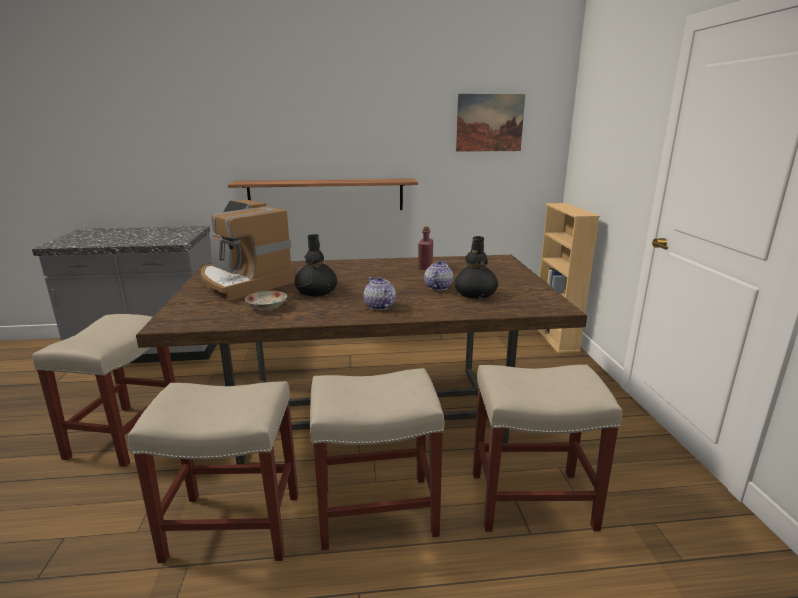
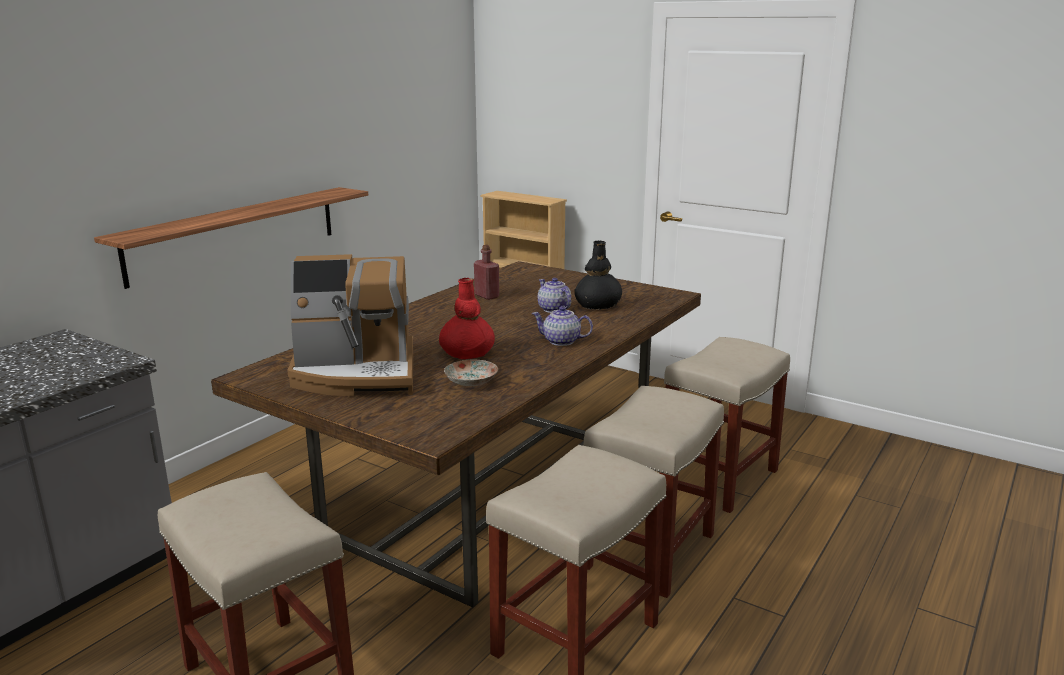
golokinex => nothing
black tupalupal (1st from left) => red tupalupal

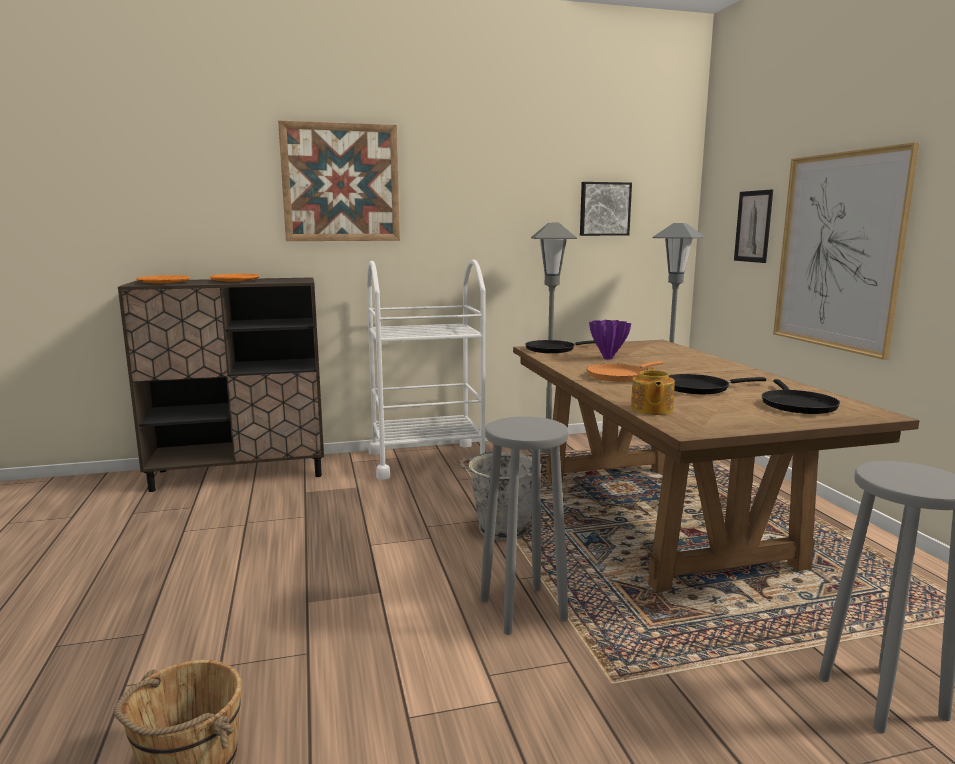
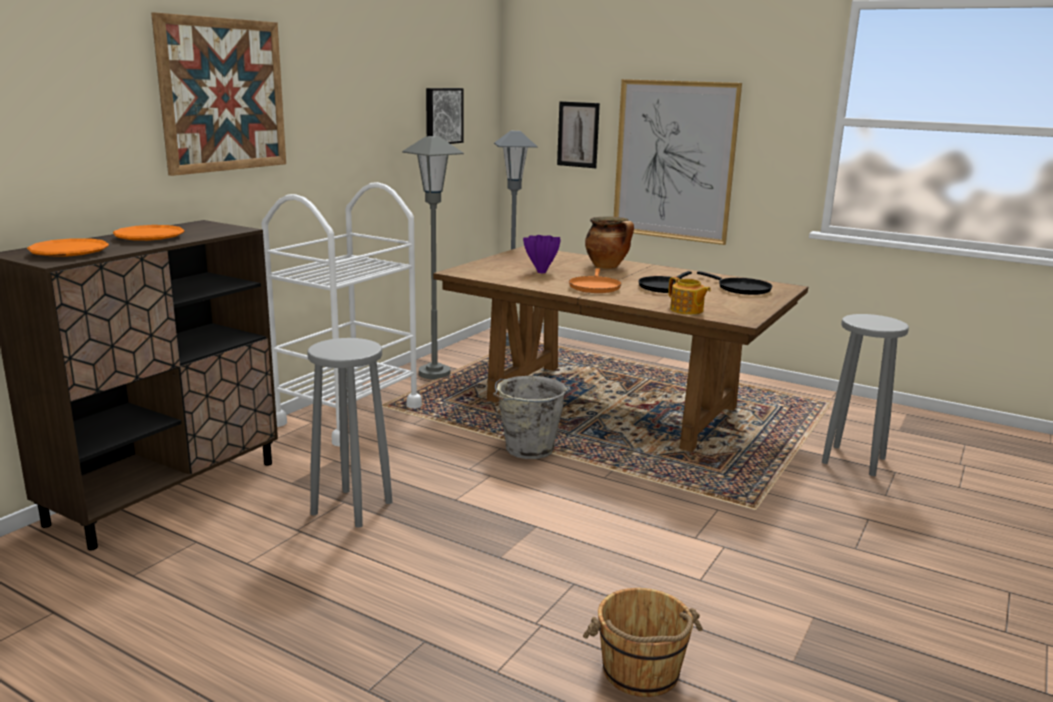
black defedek (1st from left) => nothing
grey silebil (1st from left), moved
nothing => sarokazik

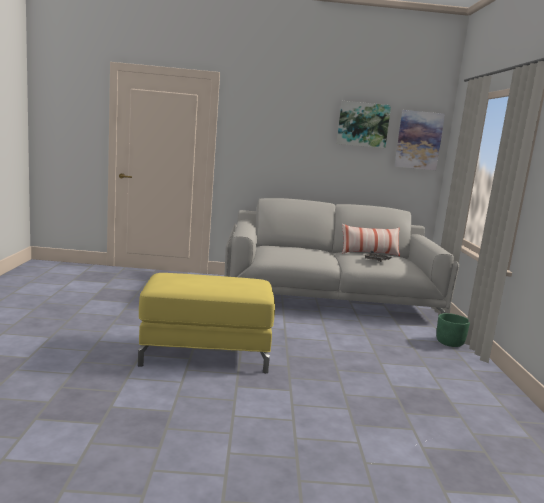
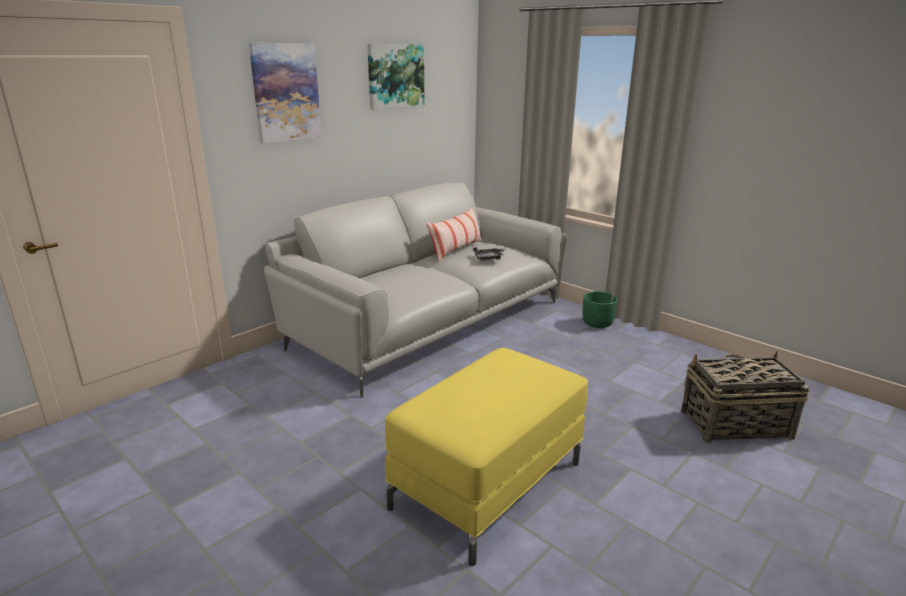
golokinex (2nd from left in the first image) => golokinex (1st from left), moved
nothing => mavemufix

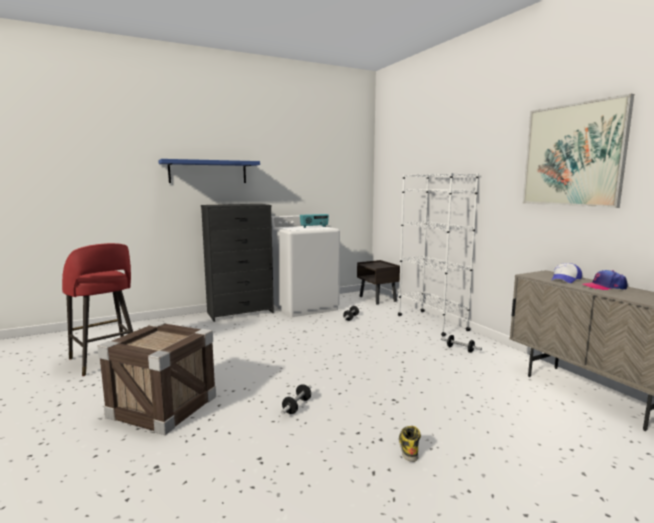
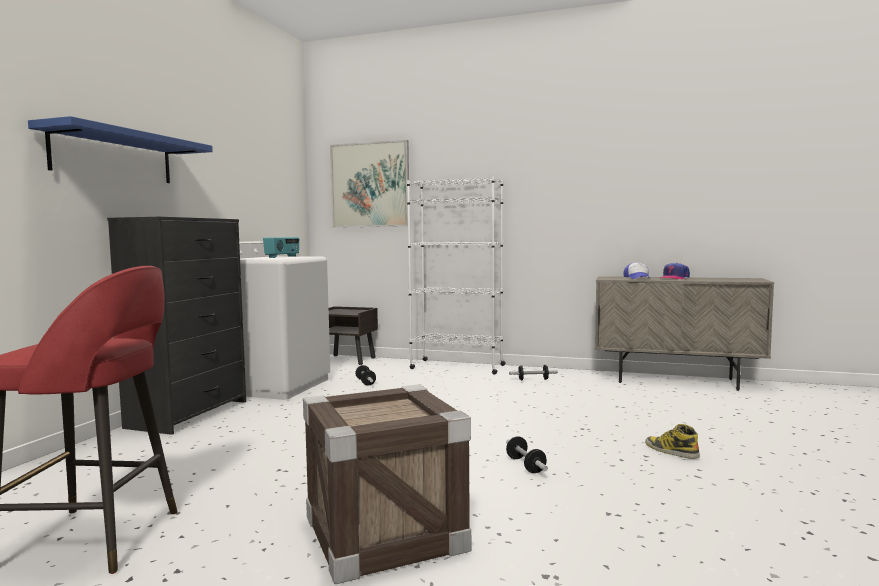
golokinex, moved

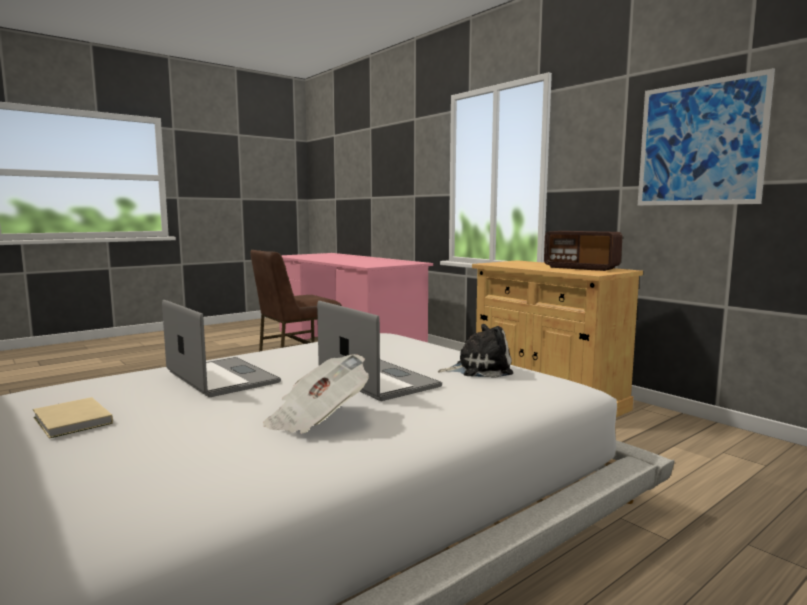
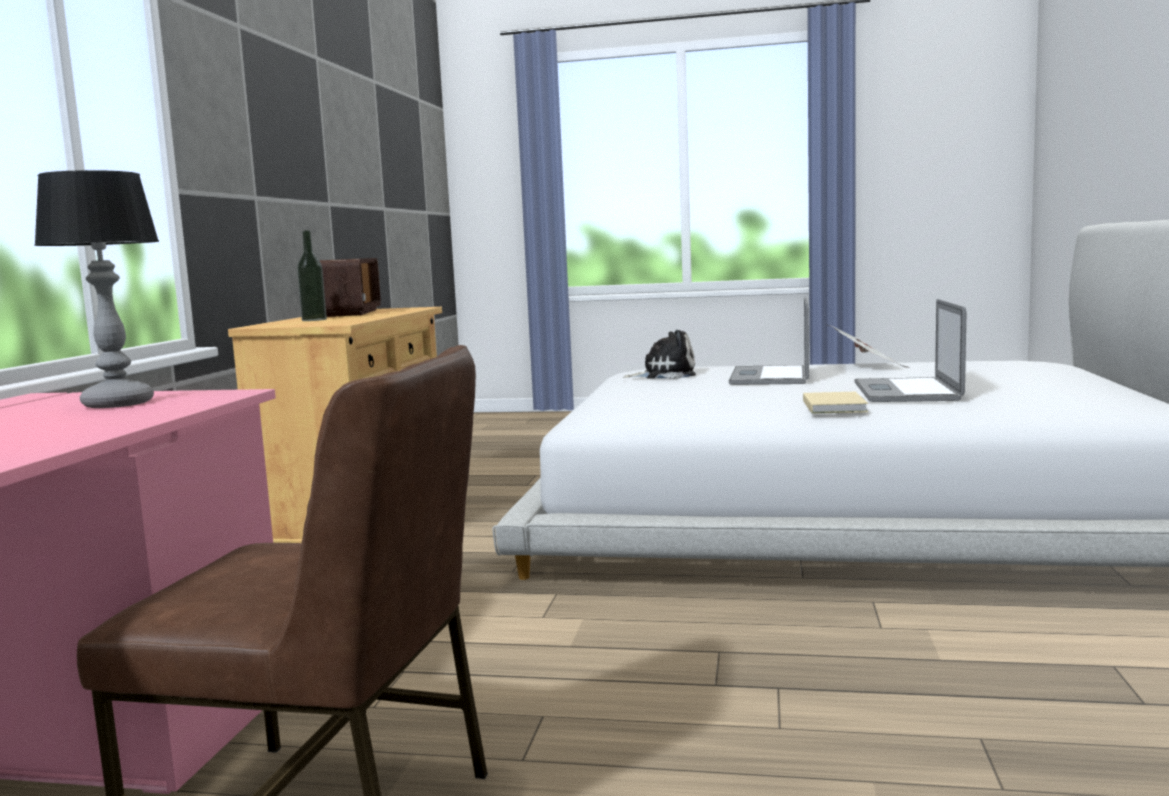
golokinex => nothing
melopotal, 135 degrees clockwise
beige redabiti, moved
nothing => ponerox
nothing => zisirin

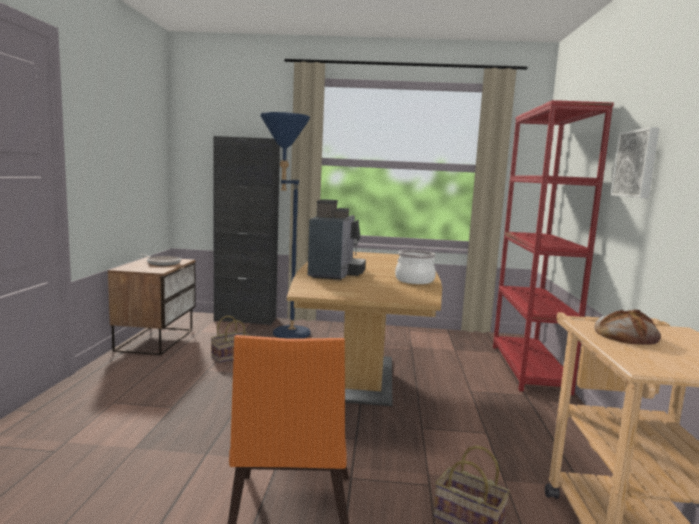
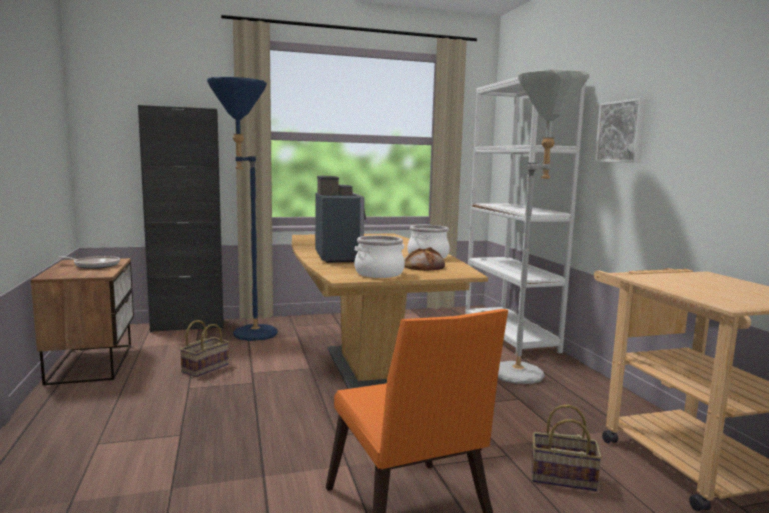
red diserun => white diserun
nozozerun, moved
nothing => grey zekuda
nothing => sarokazik (1st from left)

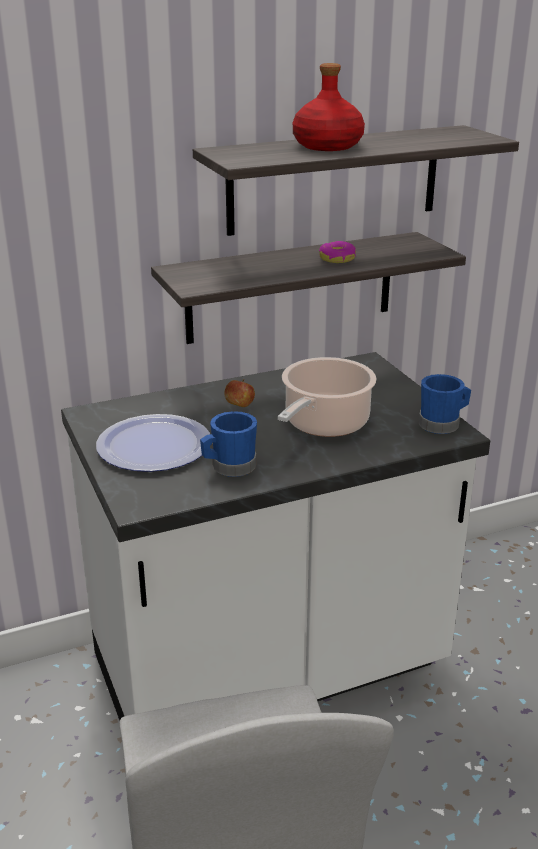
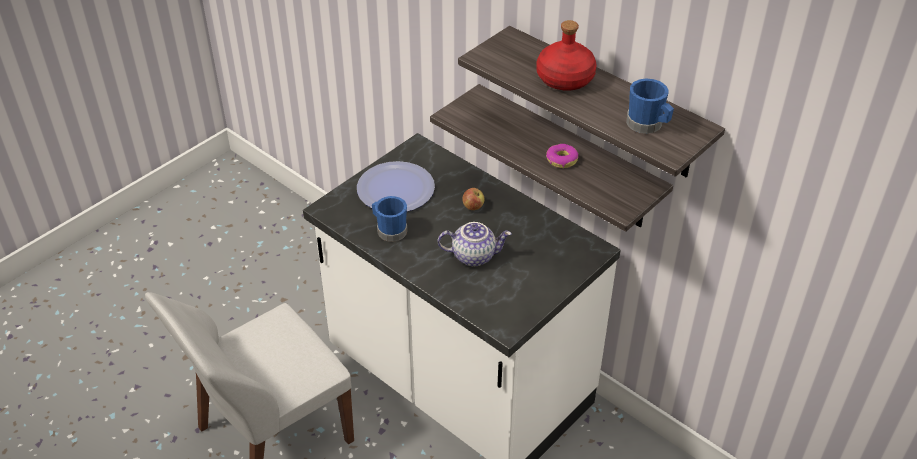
sarokazik => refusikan
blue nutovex (2nd from left), moved

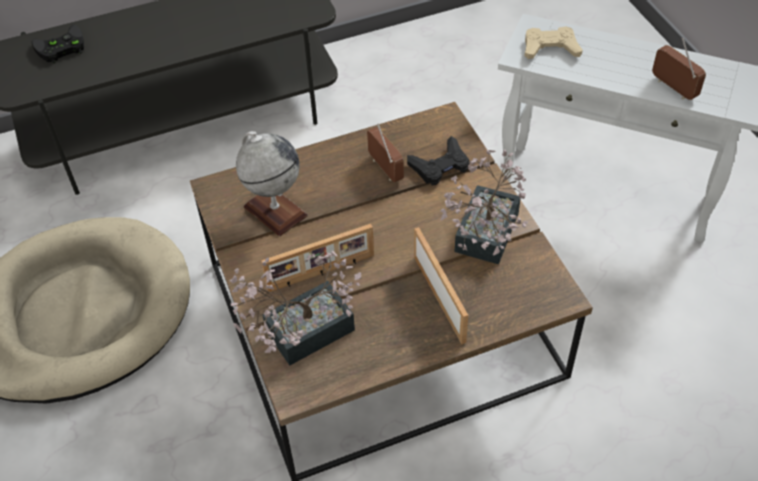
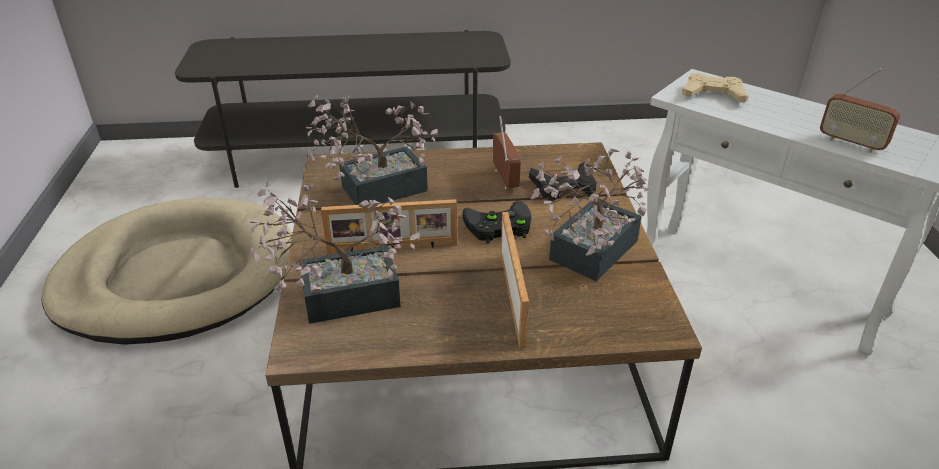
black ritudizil (1st from left), moved
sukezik (2nd from left), 150 degrees clockwise
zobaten => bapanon (2nd from left)

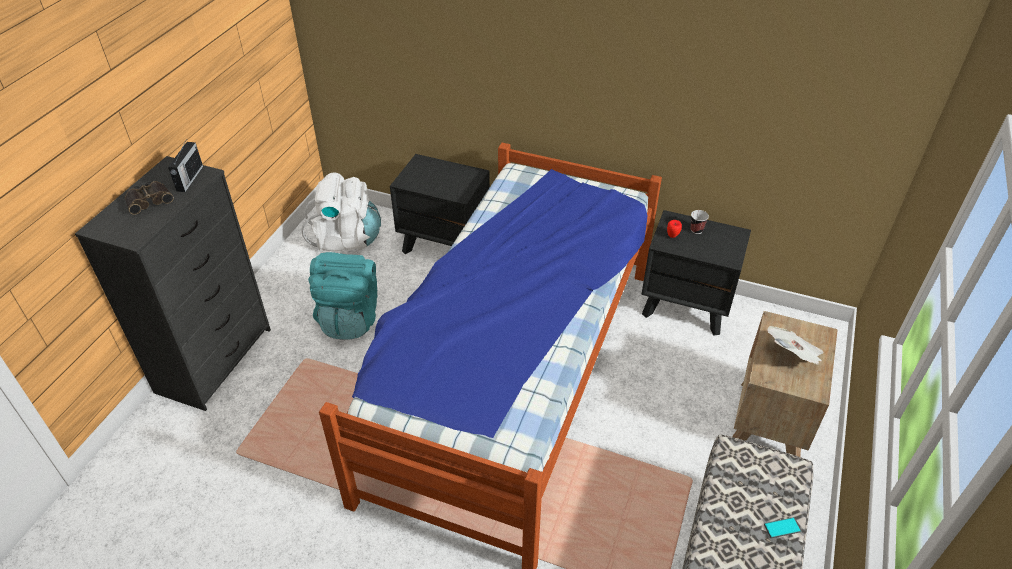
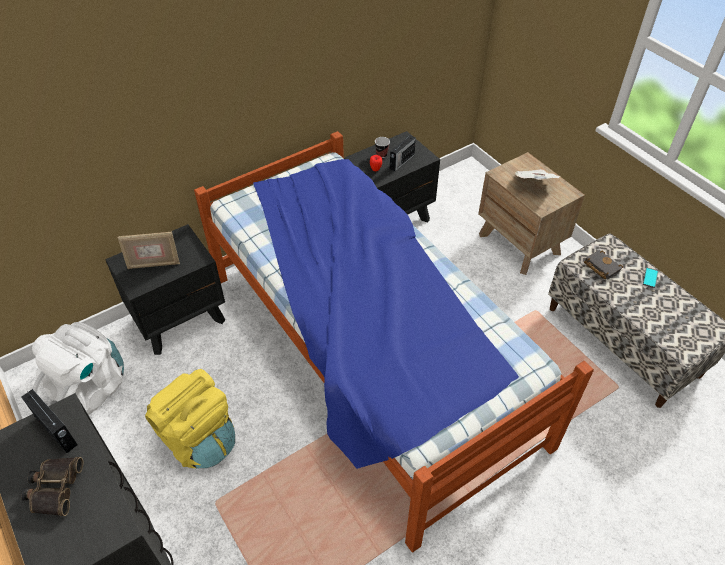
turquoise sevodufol => yellow sevodufol
nothing => sukezik (2nd from left)
nothing => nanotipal
nothing => black redabiti

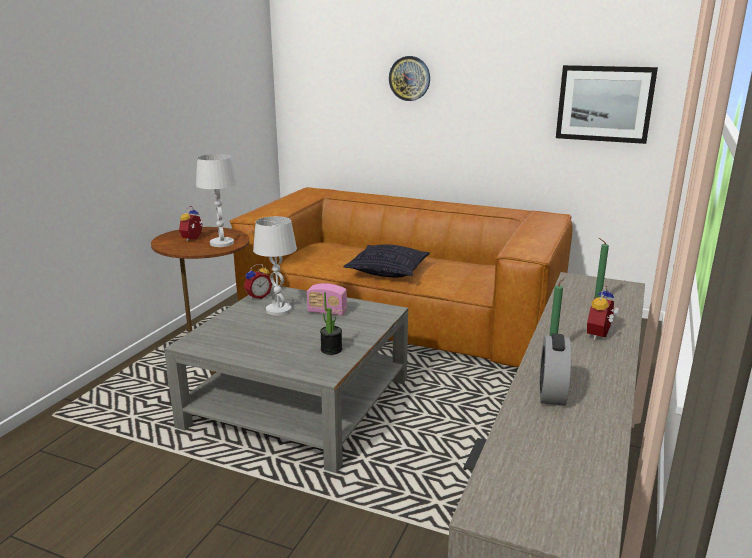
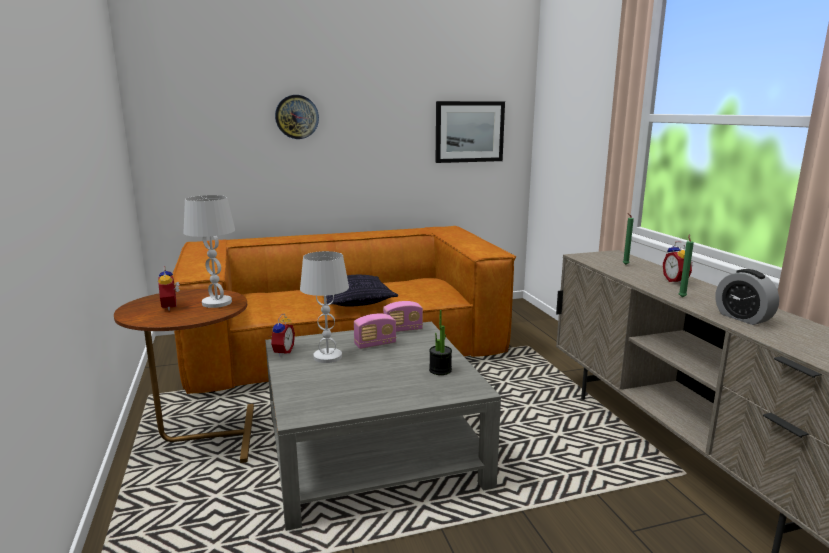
nothing => sukezik (2nd from left)

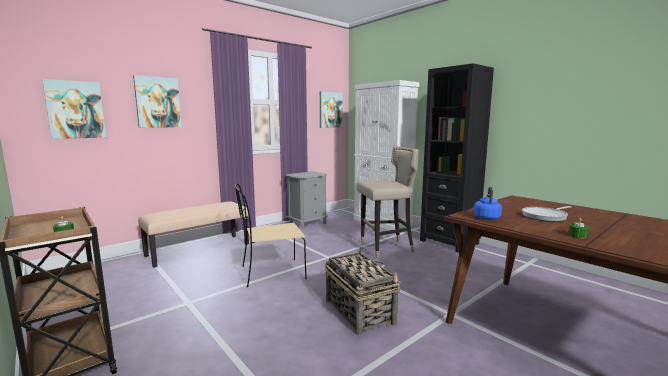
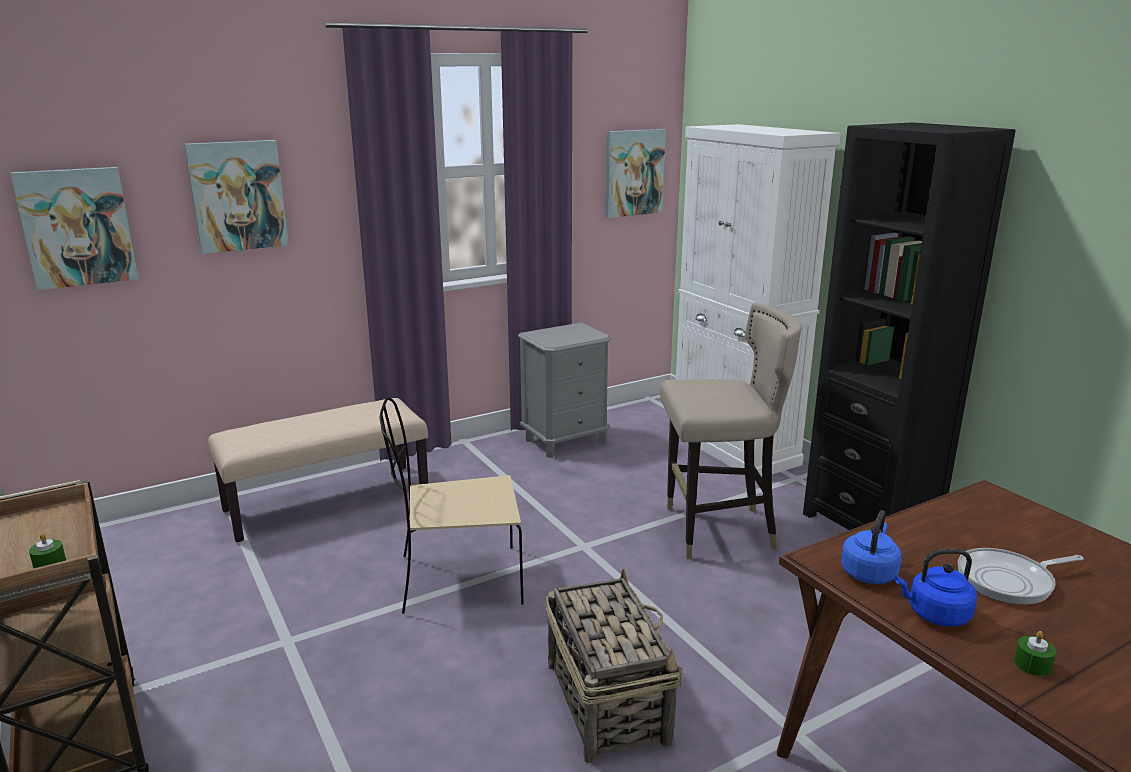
nothing => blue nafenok (2nd from left)

